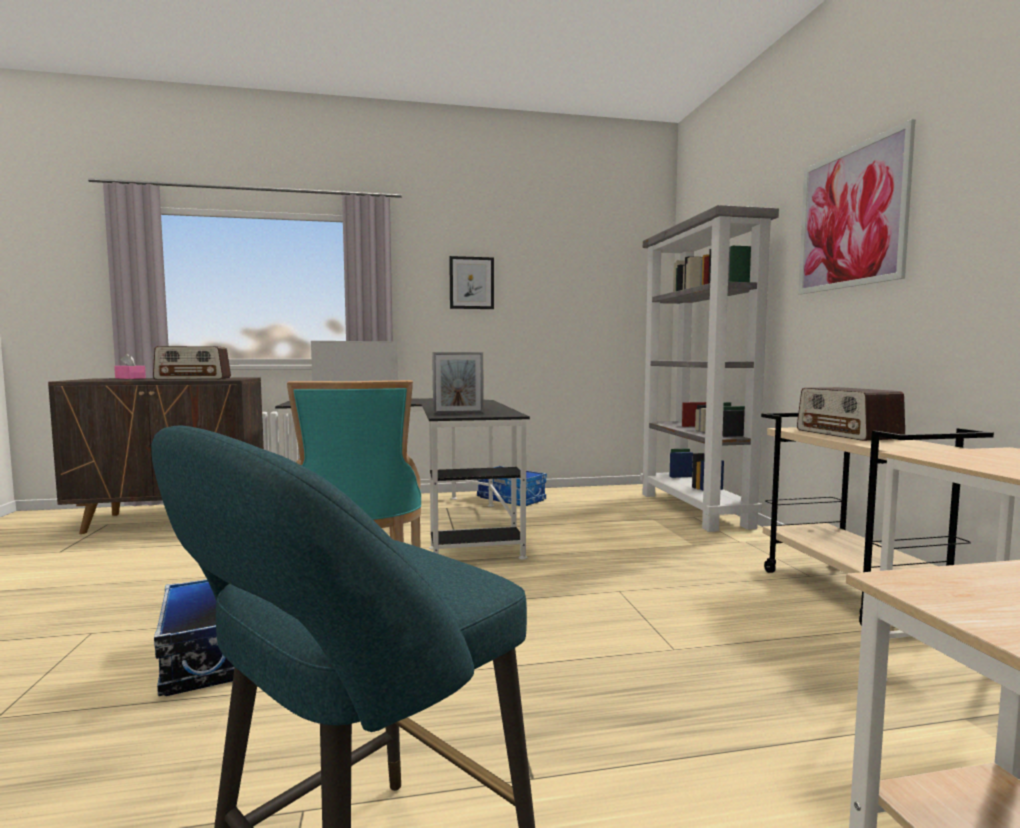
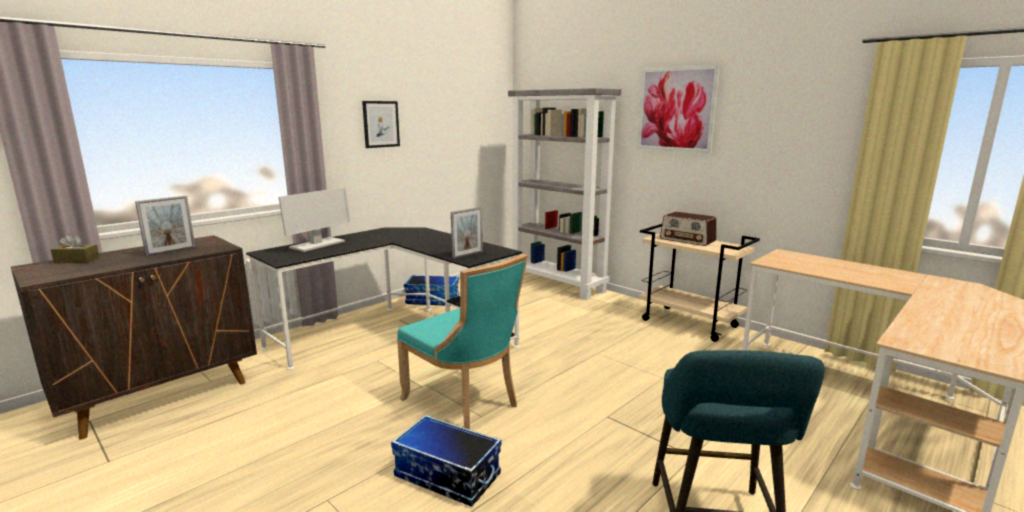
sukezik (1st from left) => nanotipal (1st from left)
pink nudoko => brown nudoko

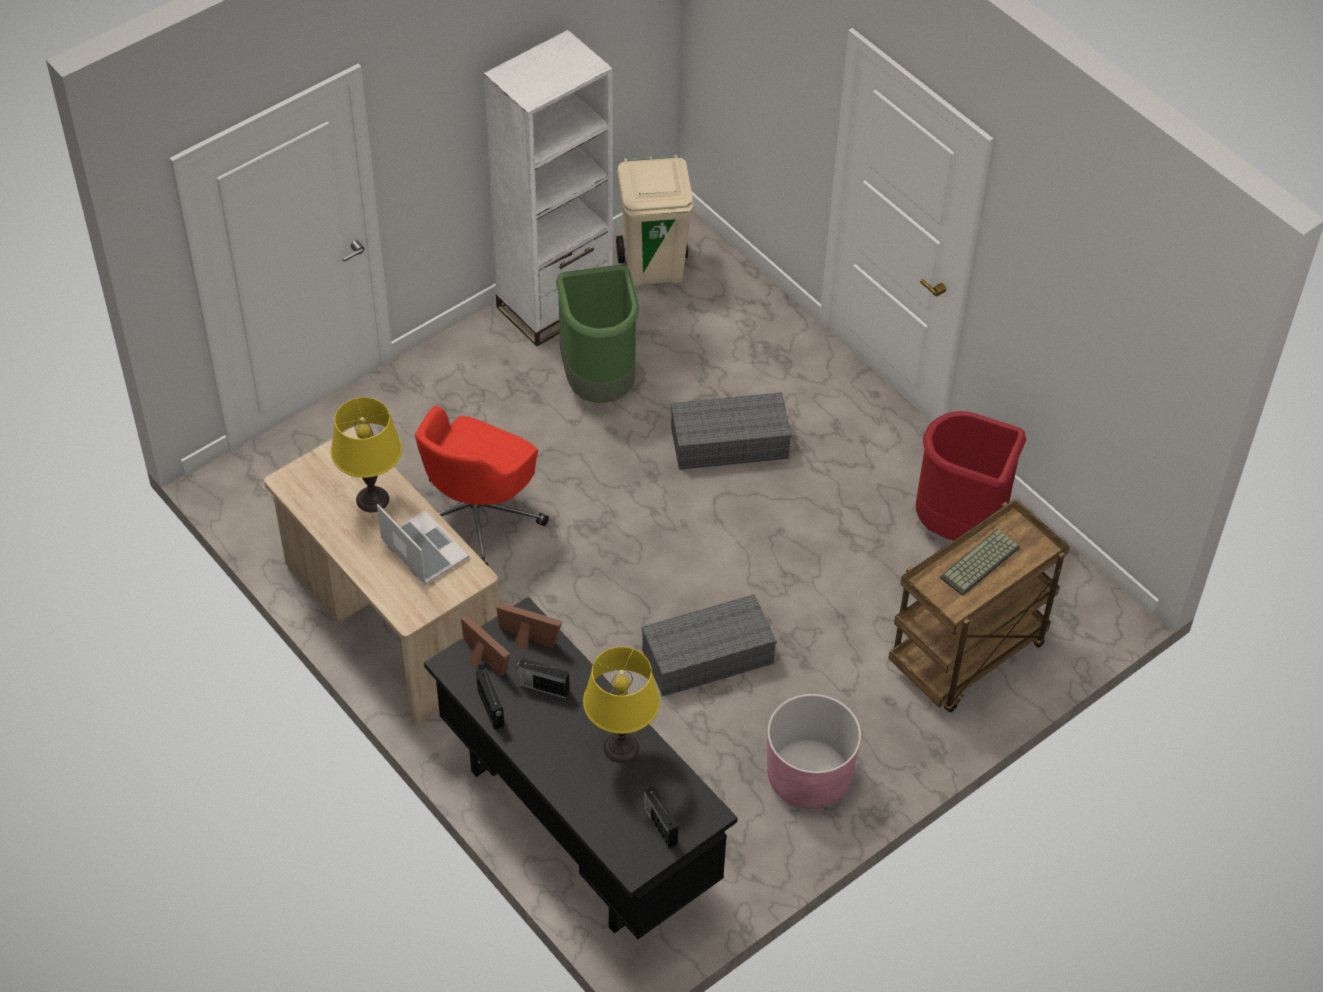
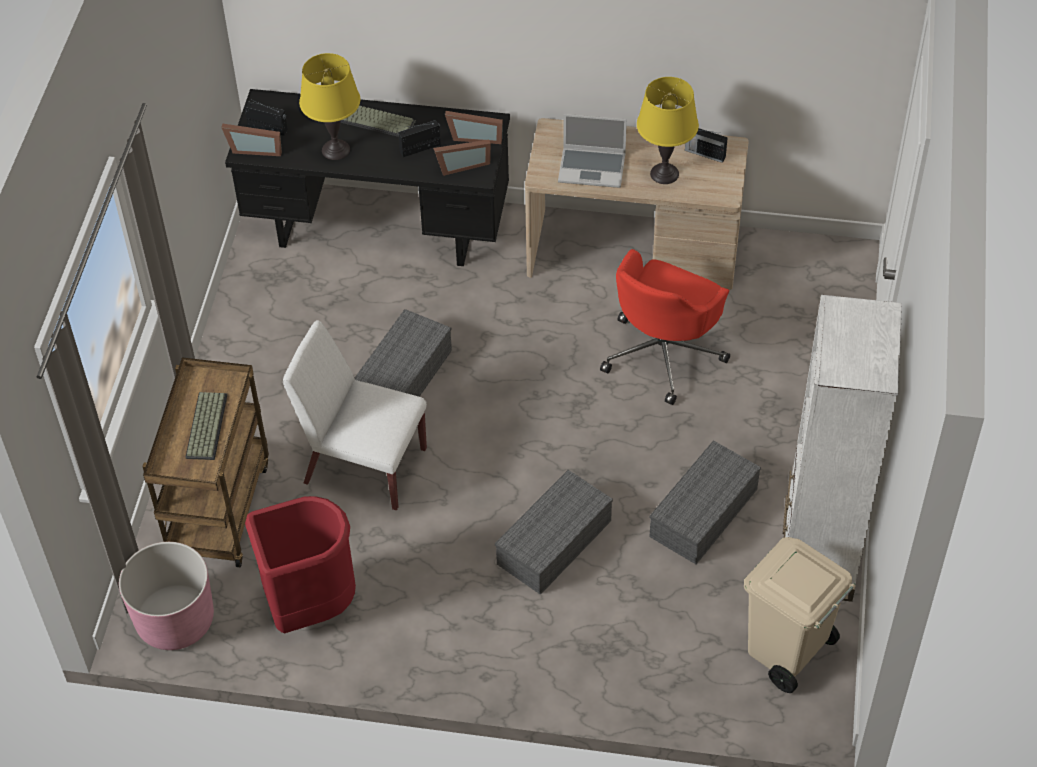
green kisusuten => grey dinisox (3rd from left)
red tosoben, 135 degrees counterclockwise
sukezik (1st from left in the first image) => sukezik (3rd from left), moved
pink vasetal, moved
nothing => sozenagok (2nd from left)
nothing => nanotipal (1st from left)
nothing => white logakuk

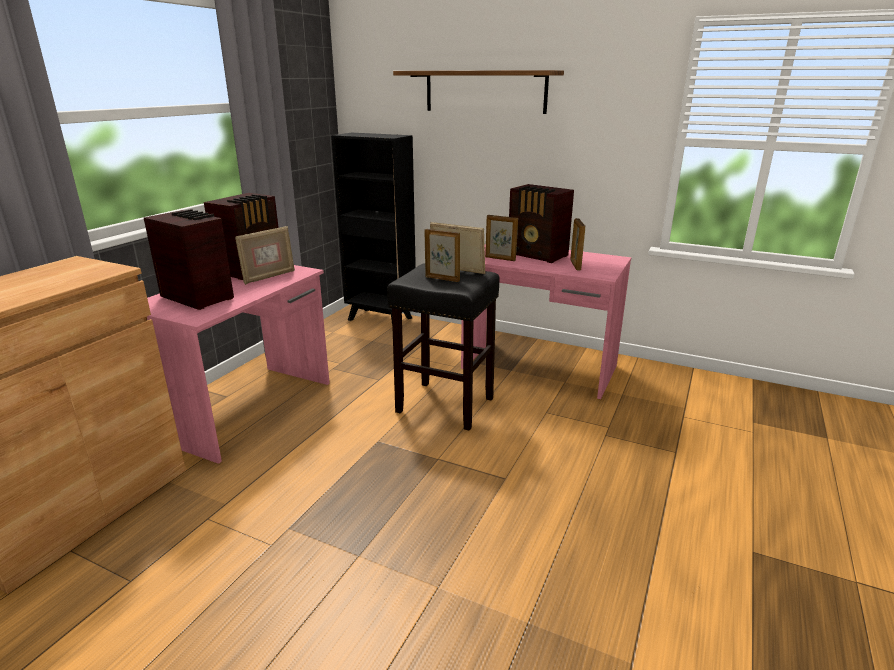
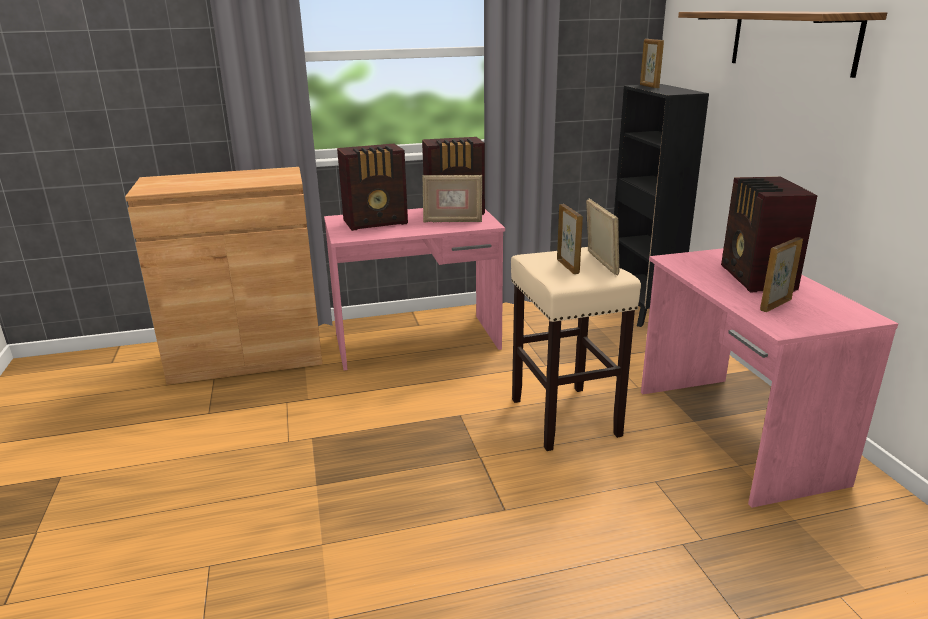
sukezik (1st from left), 75 degrees clockwise
nanotipal (4th from left), moved
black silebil => beige silebil

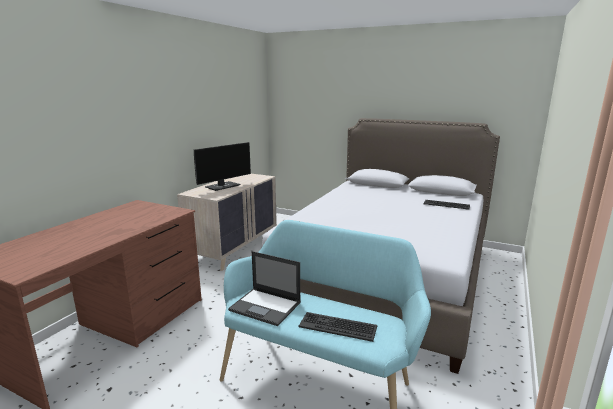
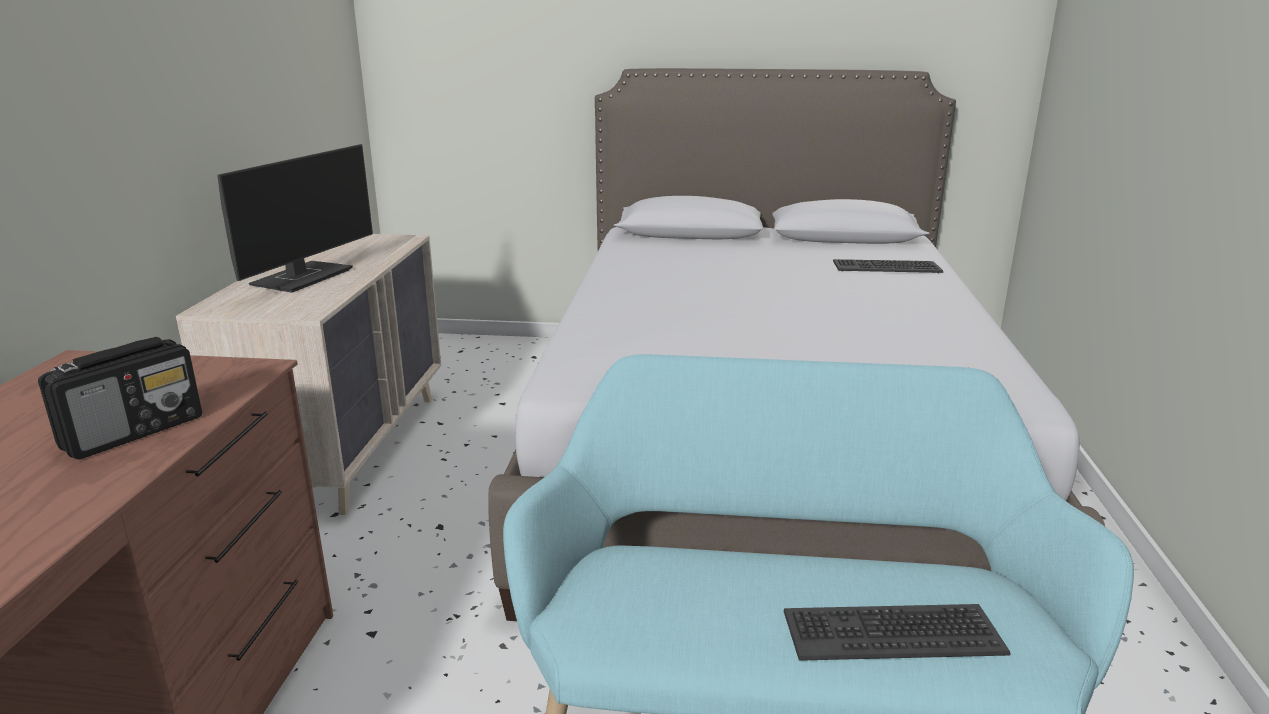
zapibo => nothing
nothing => sukezik

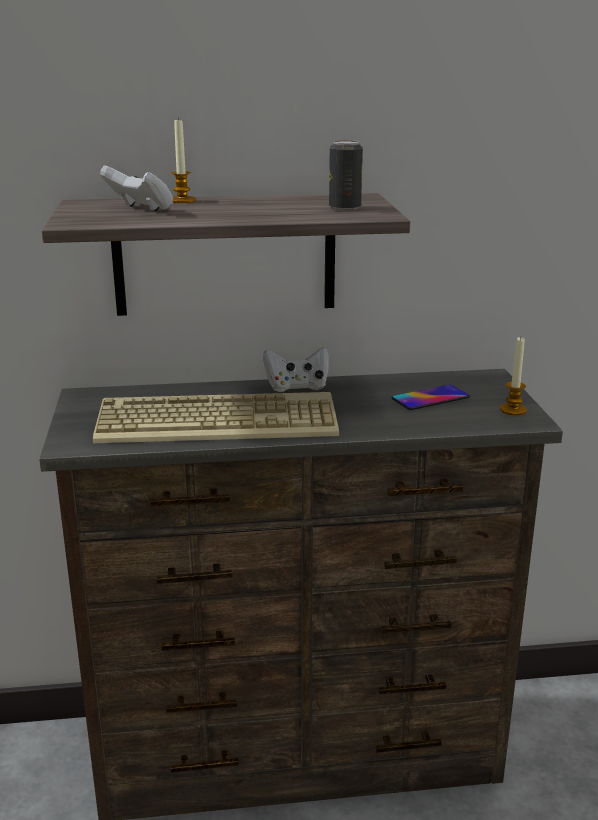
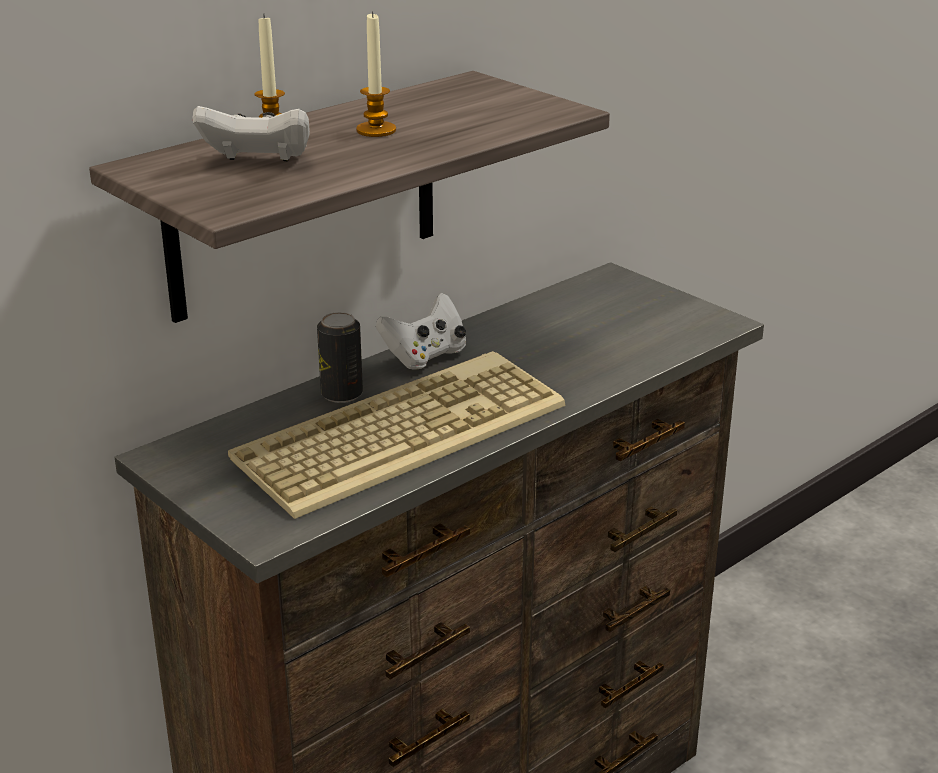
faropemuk, moved
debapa (2nd from left), moved
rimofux => nothing

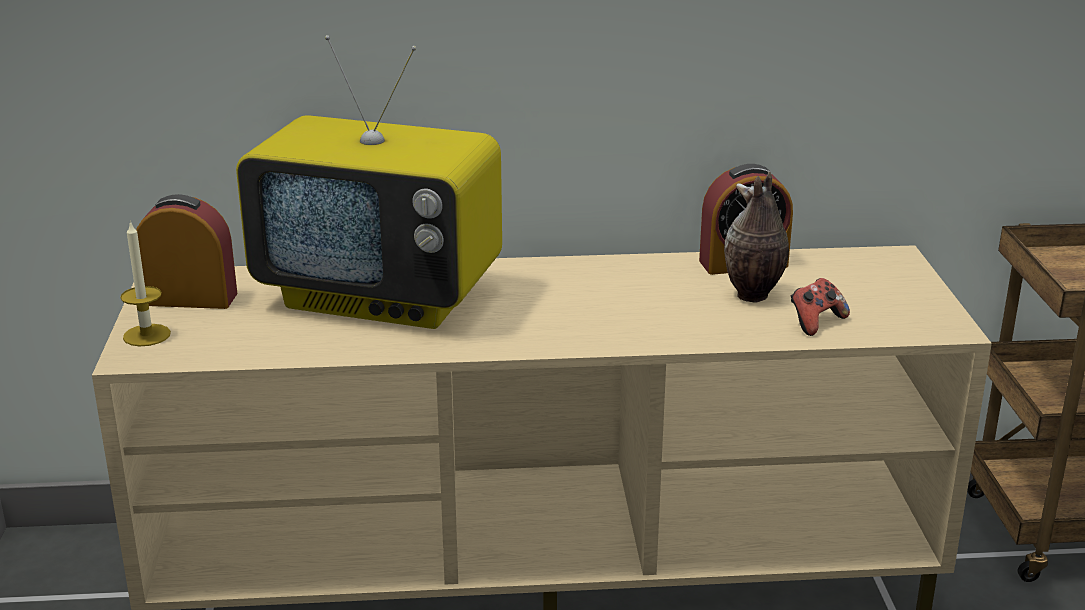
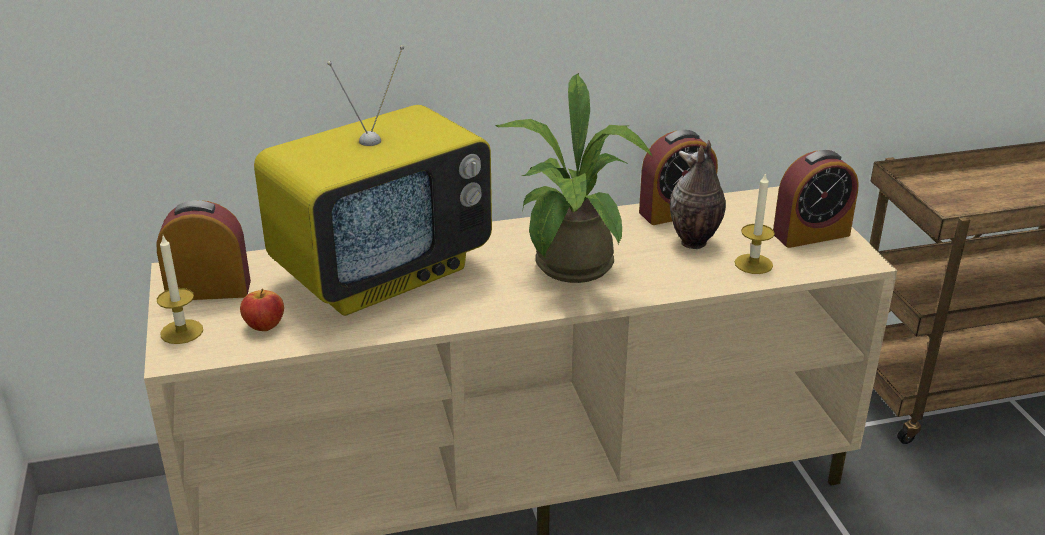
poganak, 45 degrees counterclockwise
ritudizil => debapa (2nd from left)
nothing => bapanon
nothing => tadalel (3rd from left)
nothing => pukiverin

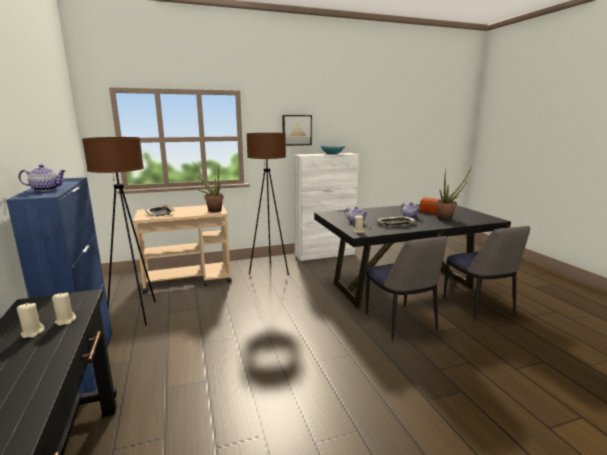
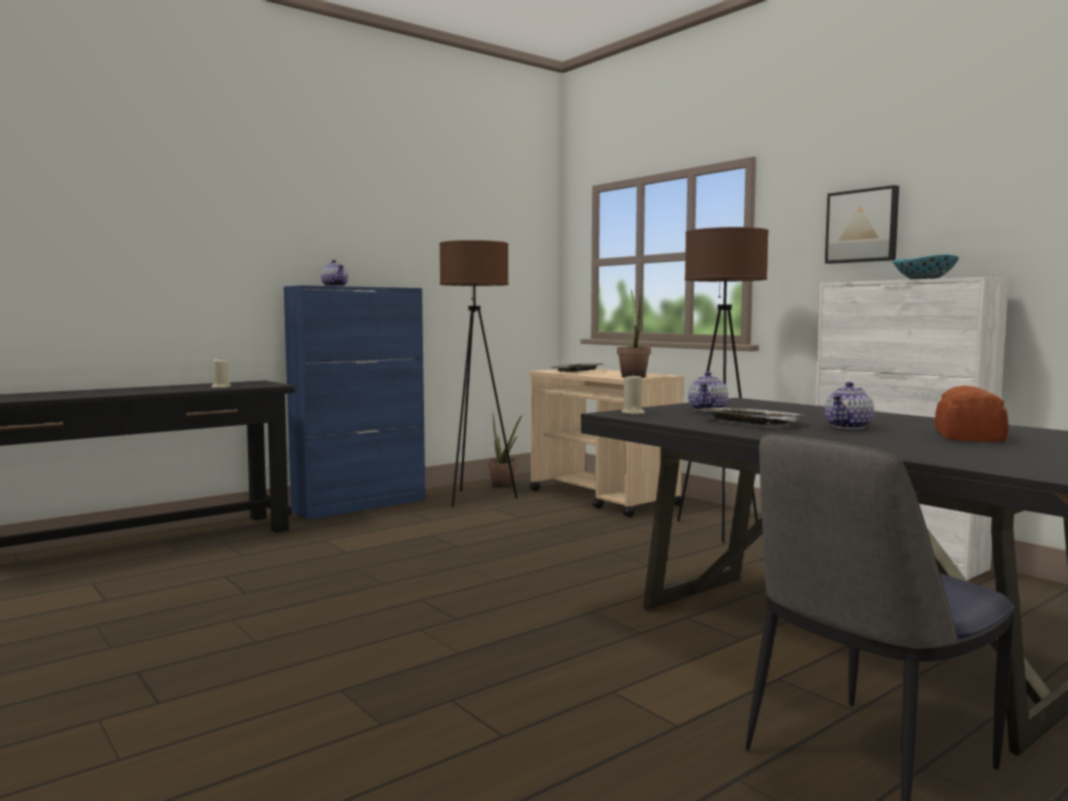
bapanon (2nd from left in the first image) => bapanon (1st from left), moved
logakuk (1st from left) => nothing
beige debapa (1st from left) => nothing

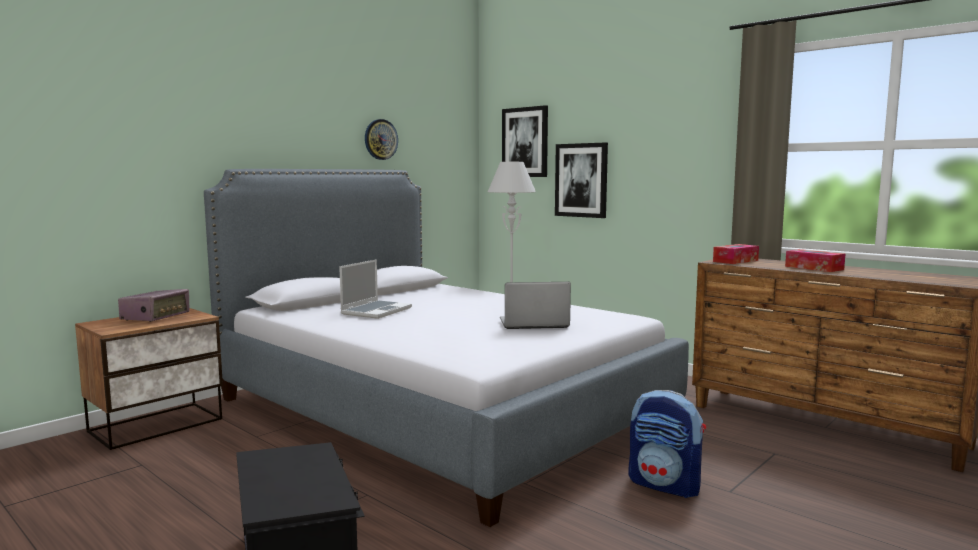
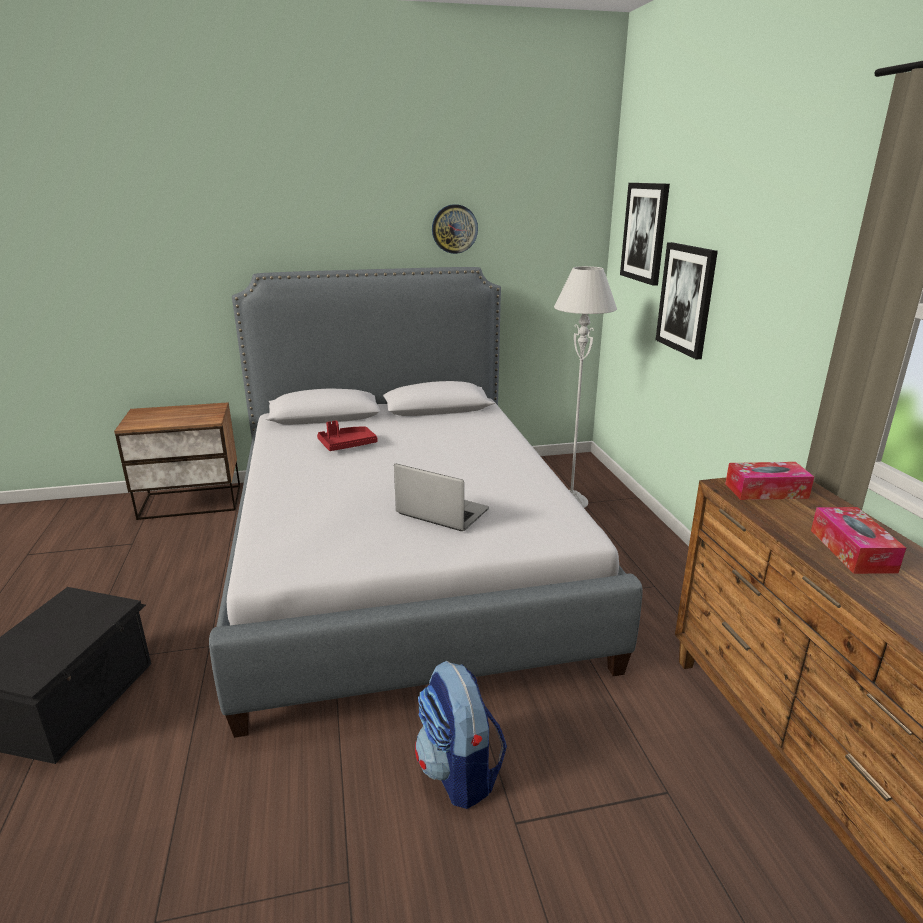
zapibo (1st from left) => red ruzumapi
sukezik => nothing

